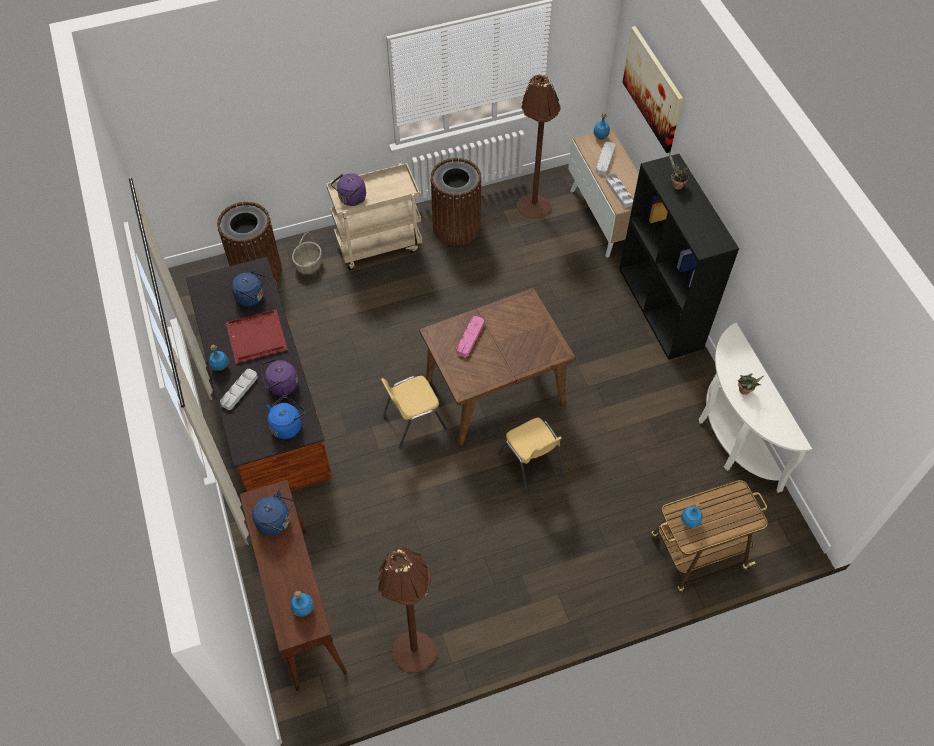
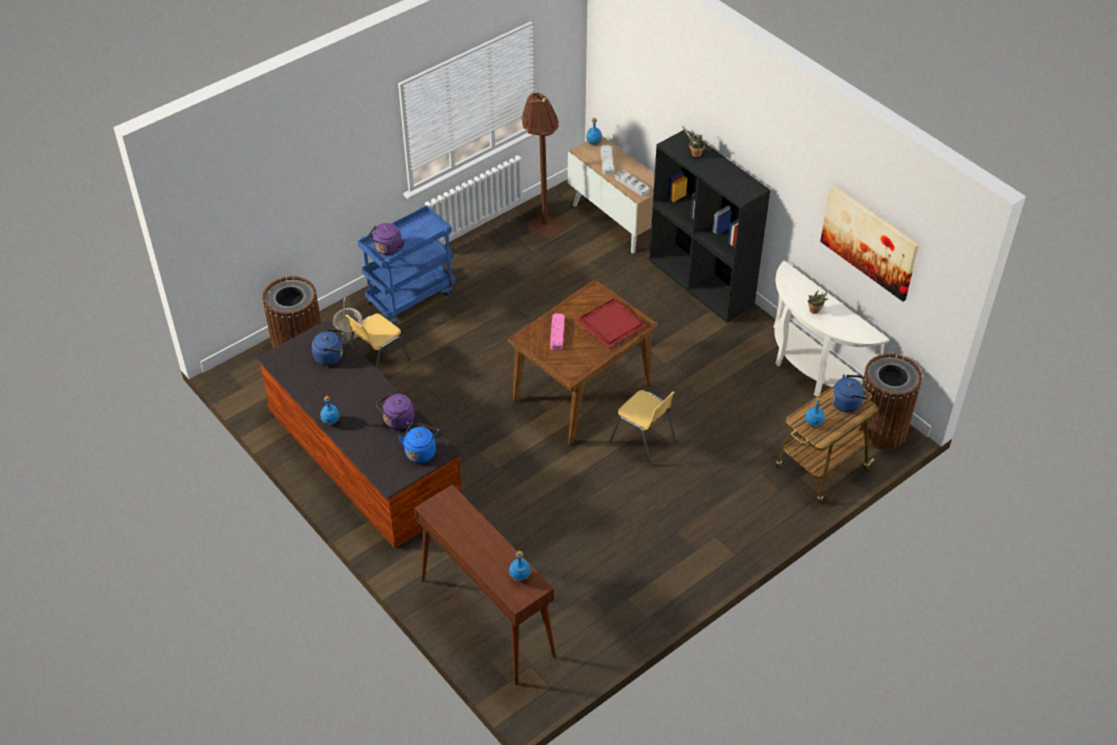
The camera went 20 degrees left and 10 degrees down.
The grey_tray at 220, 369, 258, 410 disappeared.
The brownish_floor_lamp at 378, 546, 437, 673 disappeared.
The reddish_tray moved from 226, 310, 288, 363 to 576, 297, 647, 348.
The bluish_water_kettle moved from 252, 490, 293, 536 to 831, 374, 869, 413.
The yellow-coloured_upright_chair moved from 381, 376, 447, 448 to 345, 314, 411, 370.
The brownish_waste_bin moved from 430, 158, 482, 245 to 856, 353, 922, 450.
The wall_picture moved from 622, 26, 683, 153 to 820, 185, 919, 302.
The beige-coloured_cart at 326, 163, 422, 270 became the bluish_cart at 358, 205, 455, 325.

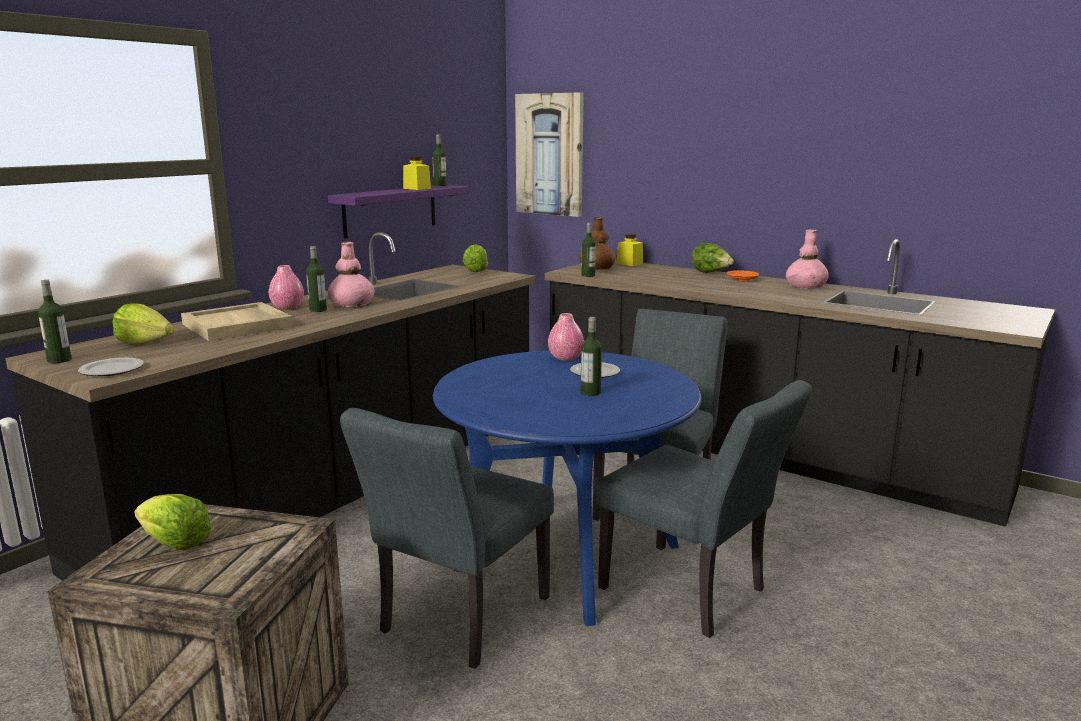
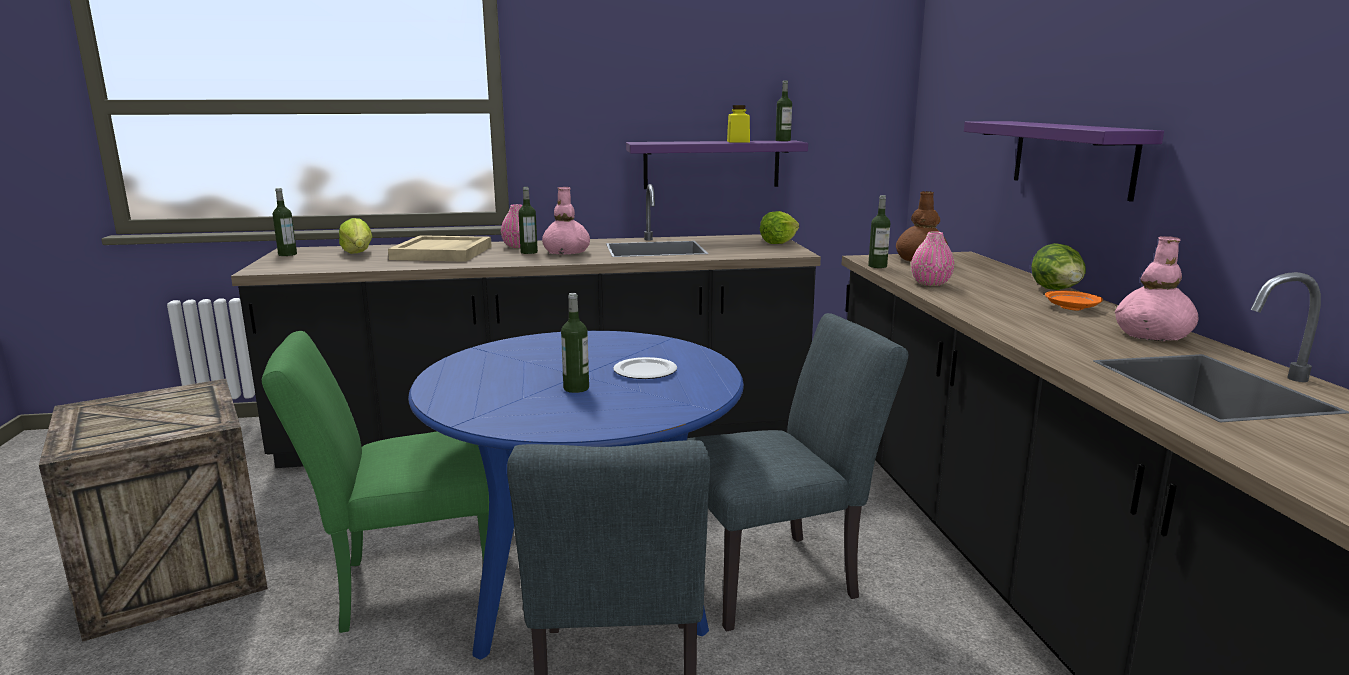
The camera went 45 degrees right and 0 degrees up.
The dinner_plate at 78, 358, 144, 376 disappeared.
The lettuce at 134, 494, 211, 550 disappeared.
The wall_picture at 515, 92, 584, 217 disappeared.
The yellow-coloured_storage_jar at 617, 234, 643, 266 disappeared.
The purple-coloured_shelf at 964, 121, 1164, 202 appeared.
The pink-coloured_flower_vase moved from 548, 313, 584, 361 to 911, 231, 954, 286.
The grey_upright_chair at 340, 408, 554, 669 became the greenish_upright_chair at 262, 331, 499, 633.

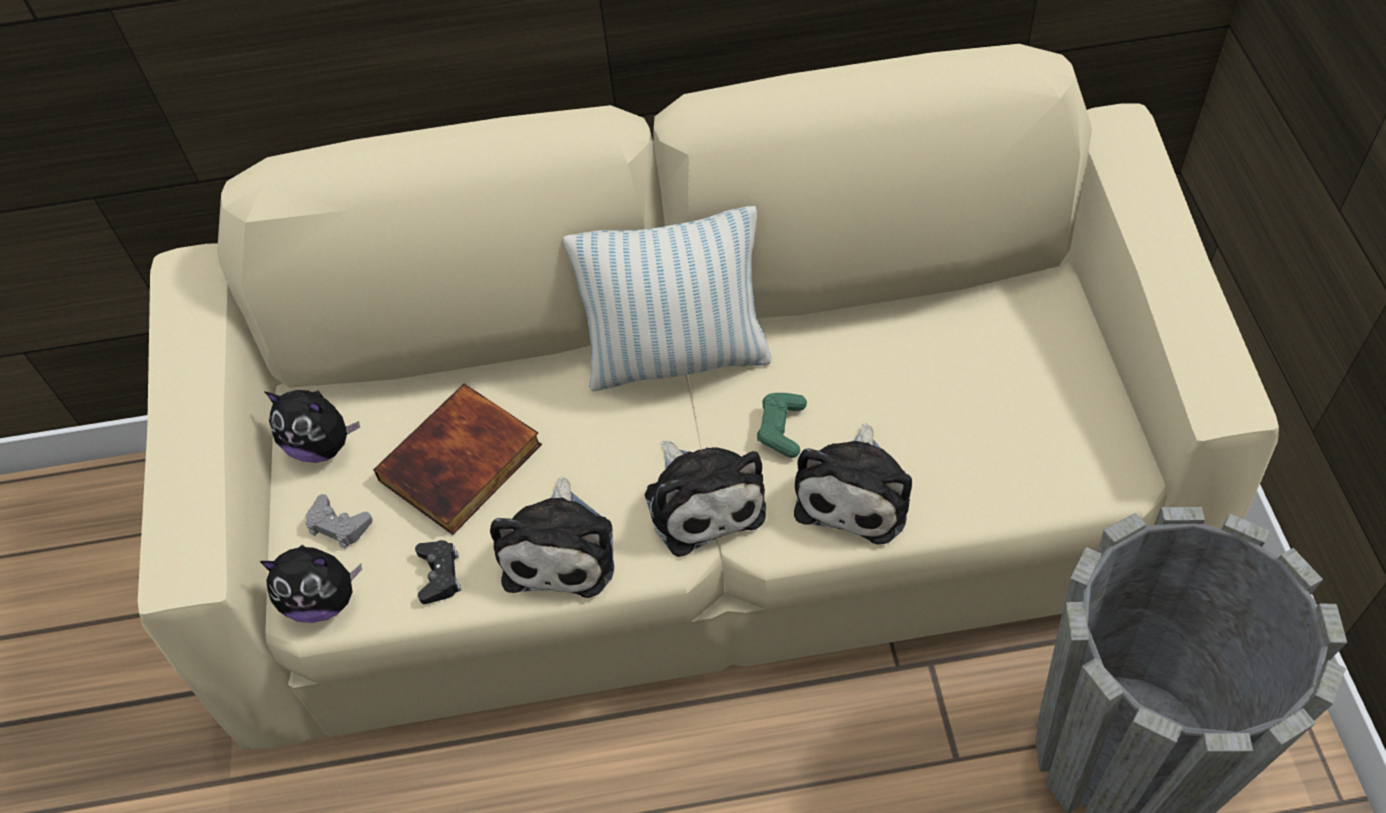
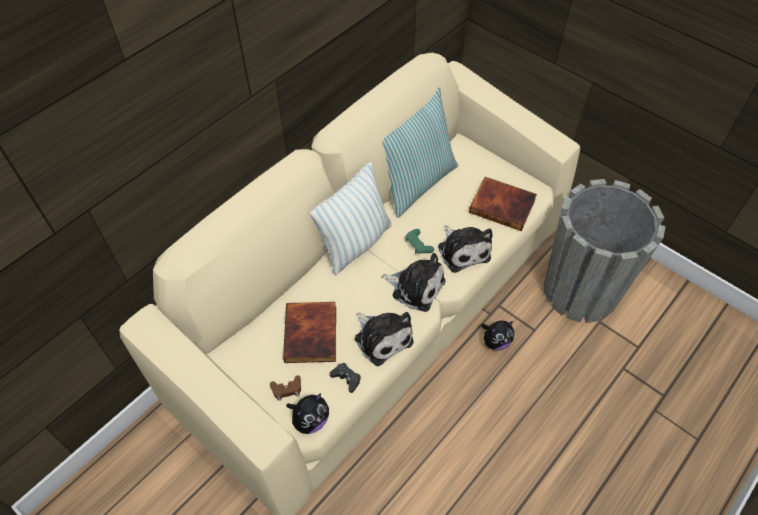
The camera went 45 degrees left and 0 degrees up.
The pillow at 382, 87, 458, 218 appeared.
The bound_book at 469, 177, 537, 231 appeared.
The plush_toy moved from 265, 390, 360, 463 to 481, 321, 514, 350.
The grey_joypad at 306, 494, 373, 549 became the brownish_joypad at 270, 375, 301, 401.

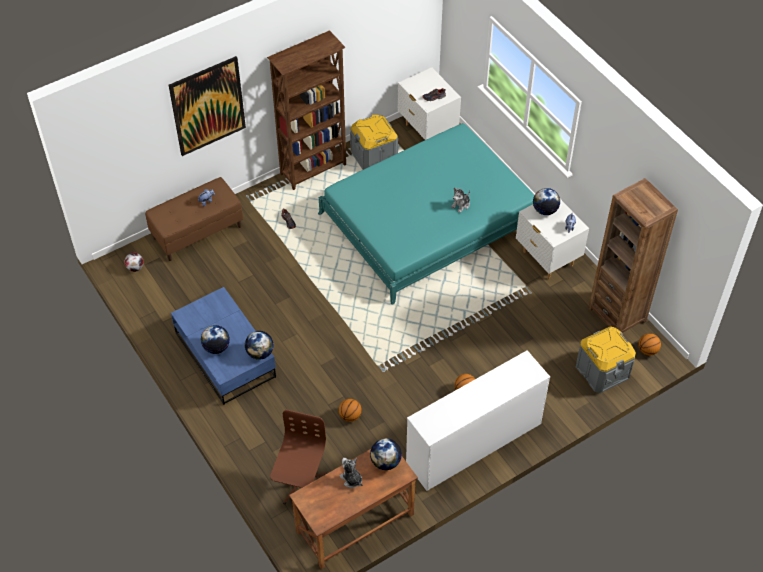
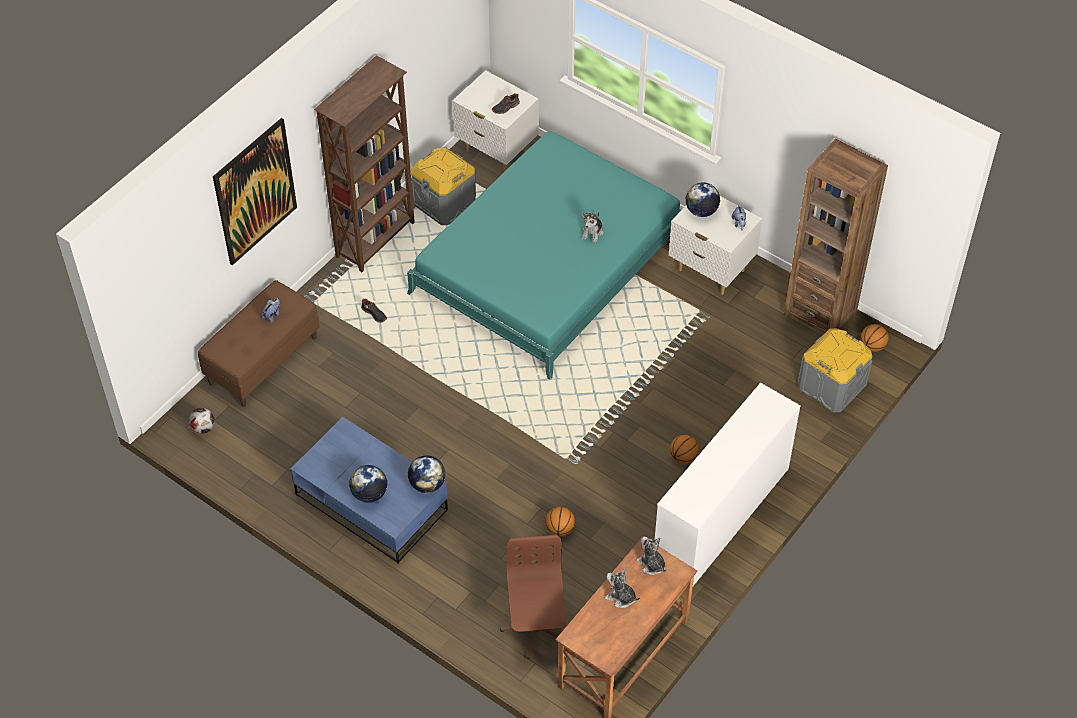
The camera went 20 degrees left and 0 degrees up.
The globe at 370, 438, 402, 470 was replaced by the plush_toy at 637, 537, 667, 575.

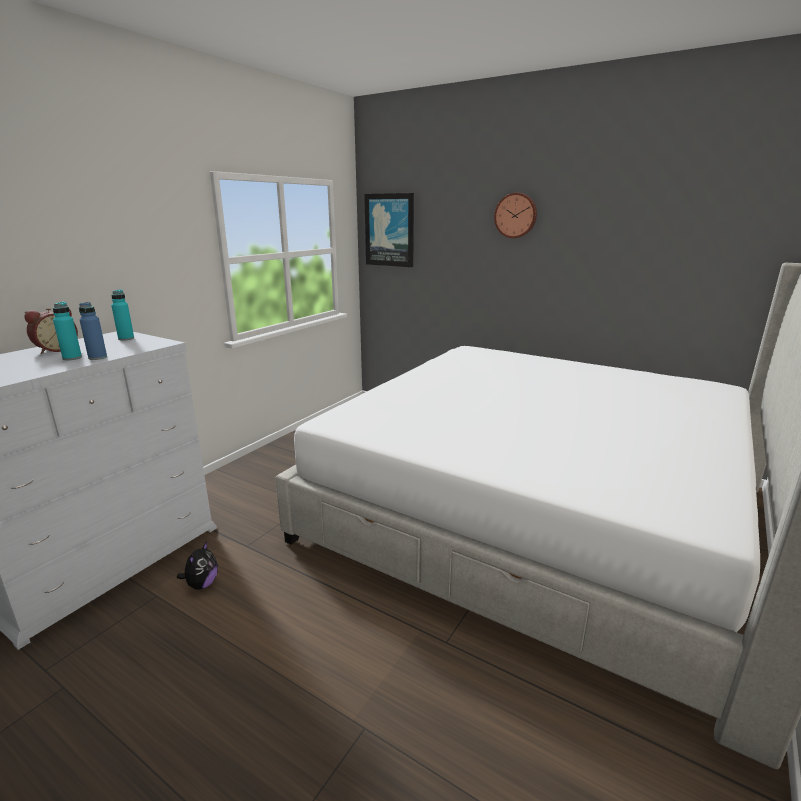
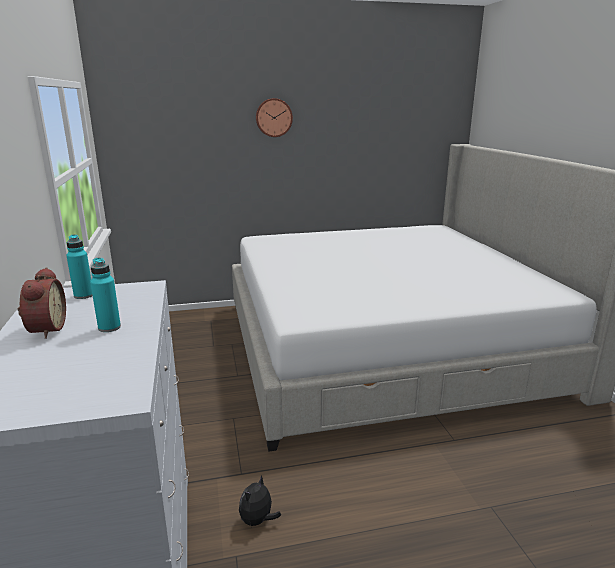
The camera went 45 degrees left and 0 degrees up.
The bluish_drink_bottle at 79, 302, 107, 360 disappeared.
The wall_picture at 364, 193, 414, 267 disappeared.
The plush_toy at 177, 541, 218, 589 turned 120 degrees counterclockwise.

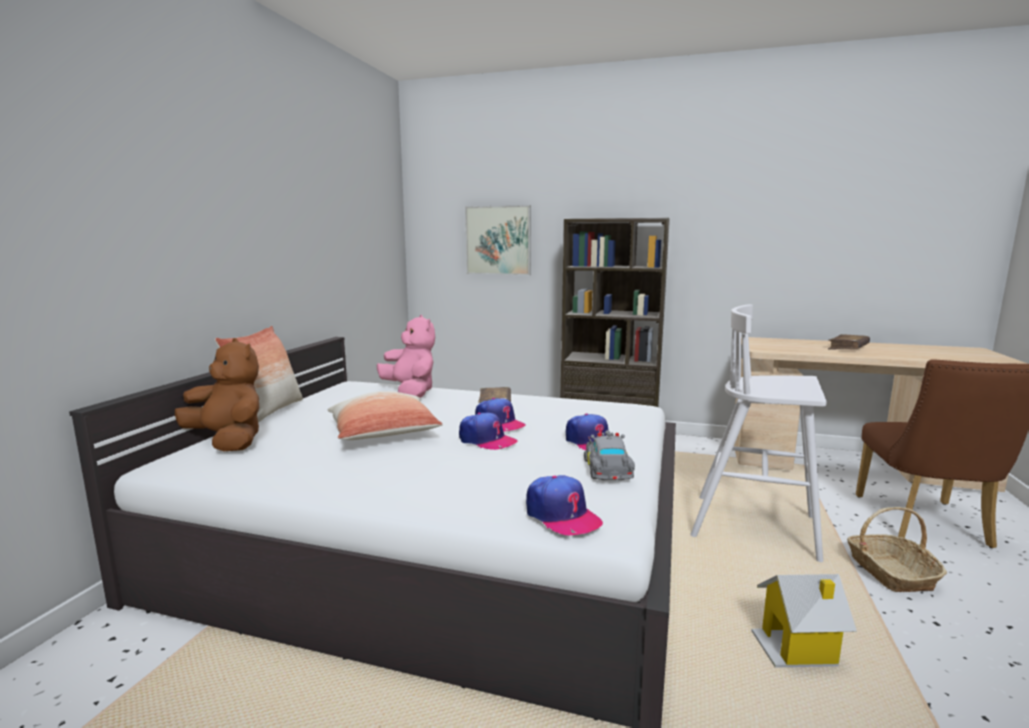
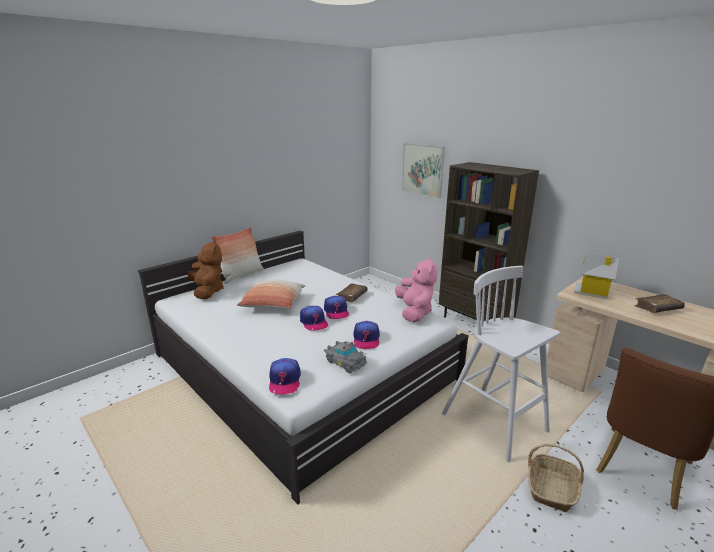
The camera went 30 degrees right and 10 degrees up.
The pink-coloured_plush_toy moved from 377, 315, 435, 398 to 395, 257, 437, 322.
The miniature_house moved from 752, 574, 857, 668 to 574, 252, 619, 299.
The grey_toy_car at 584, 430, 635, 480 turned 105 degrees clockwise.

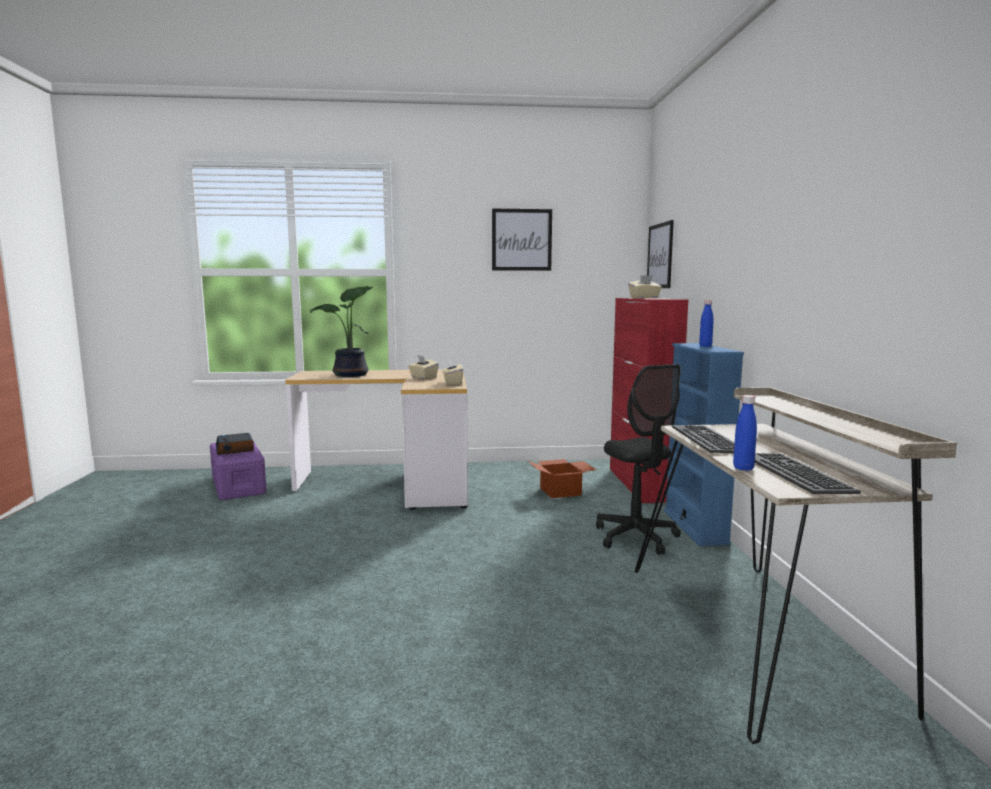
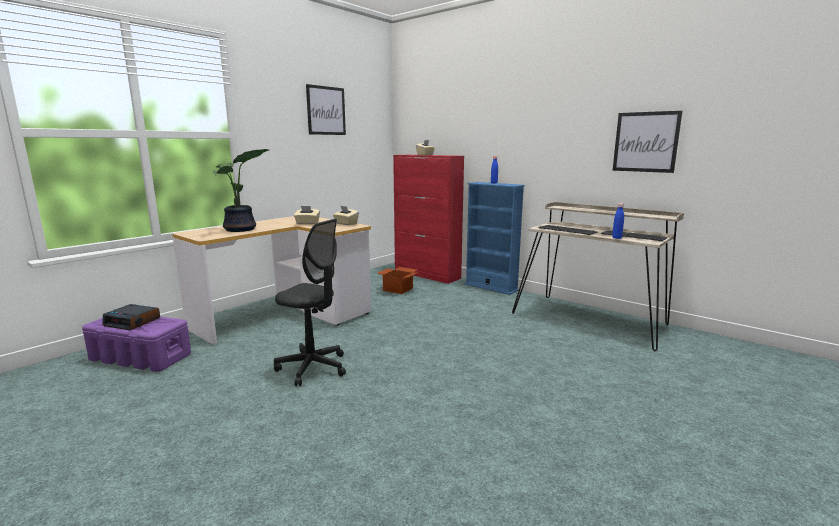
The camera went 45 degrees left and 5 degrees up.
The black_computer_chair moved from 596, 364, 681, 555 to 274, 219, 346, 386.
The wall_picture moved from 647, 220, 674, 288 to 612, 111, 683, 173.

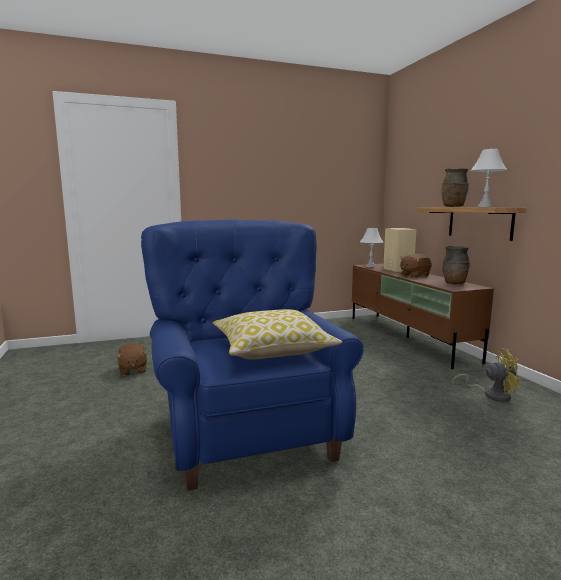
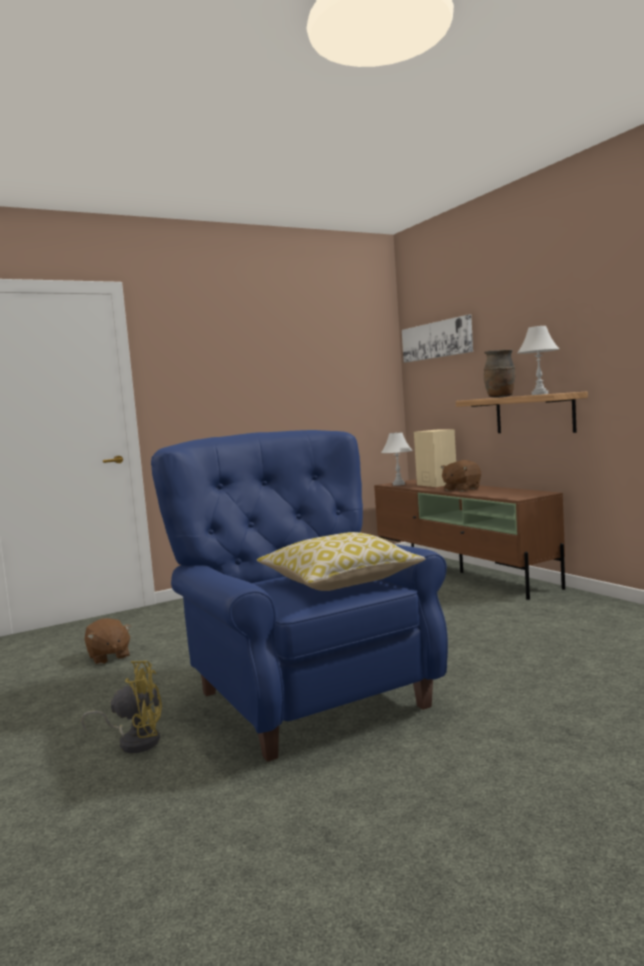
The camera went 10 degrees left and 5 degrees down.
The brownish_flower_vase at 443, 246, 470, 284 disappeared.
The wall_picture at 402, 315, 473, 363 appeared.
The yellow-coloured_fan moved from 452, 348, 522, 402 to 81, 660, 162, 753.

